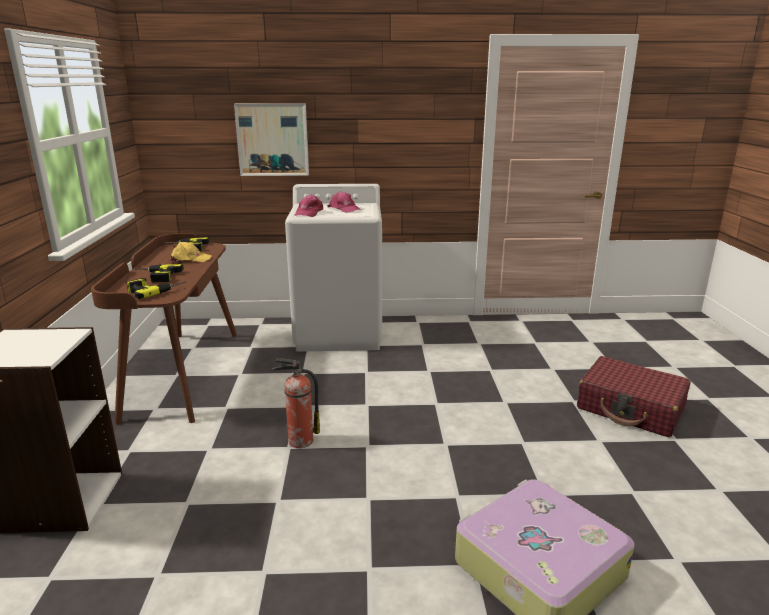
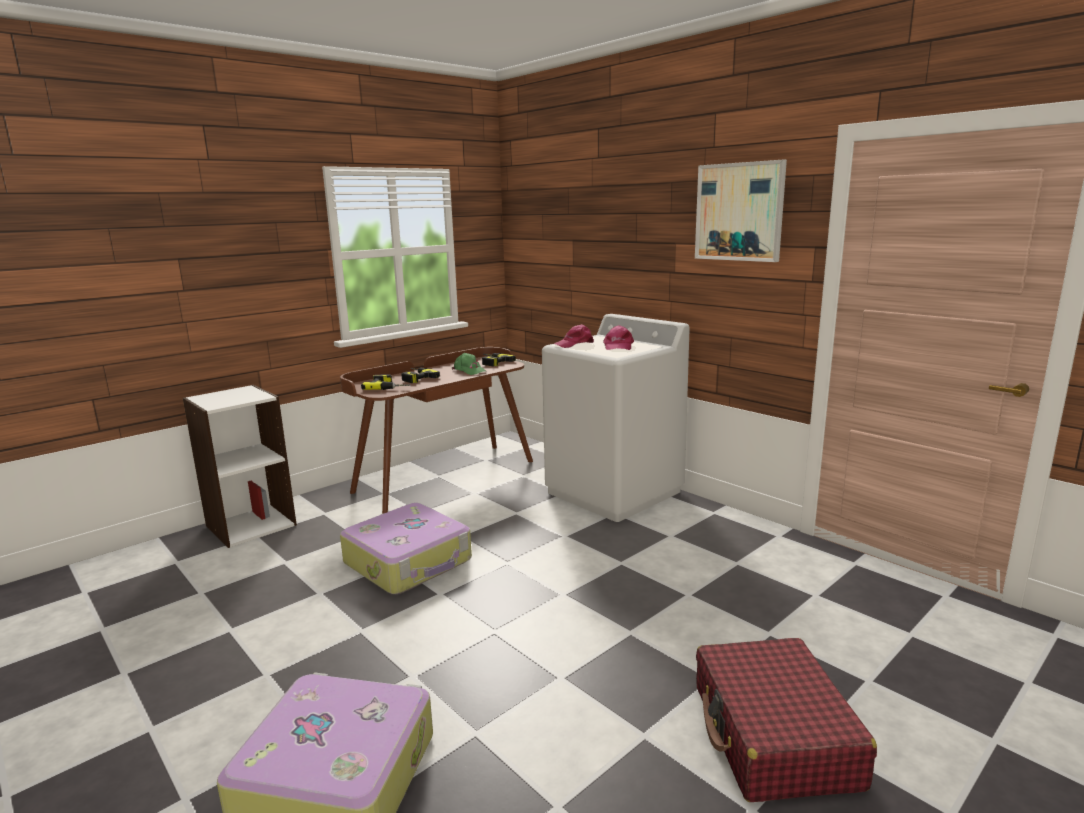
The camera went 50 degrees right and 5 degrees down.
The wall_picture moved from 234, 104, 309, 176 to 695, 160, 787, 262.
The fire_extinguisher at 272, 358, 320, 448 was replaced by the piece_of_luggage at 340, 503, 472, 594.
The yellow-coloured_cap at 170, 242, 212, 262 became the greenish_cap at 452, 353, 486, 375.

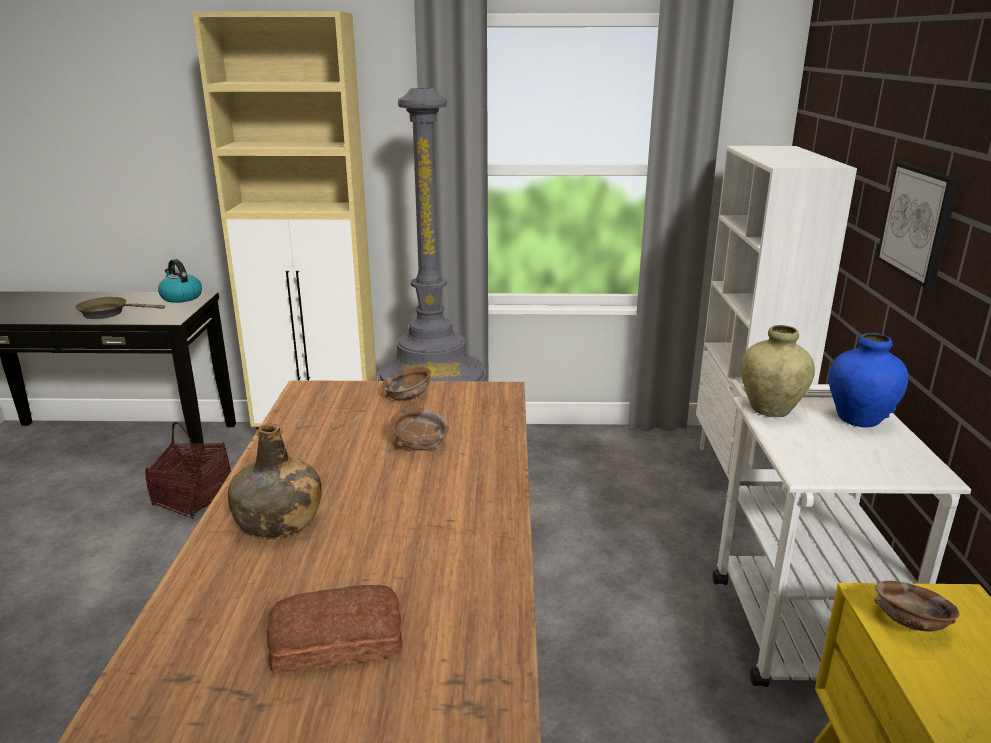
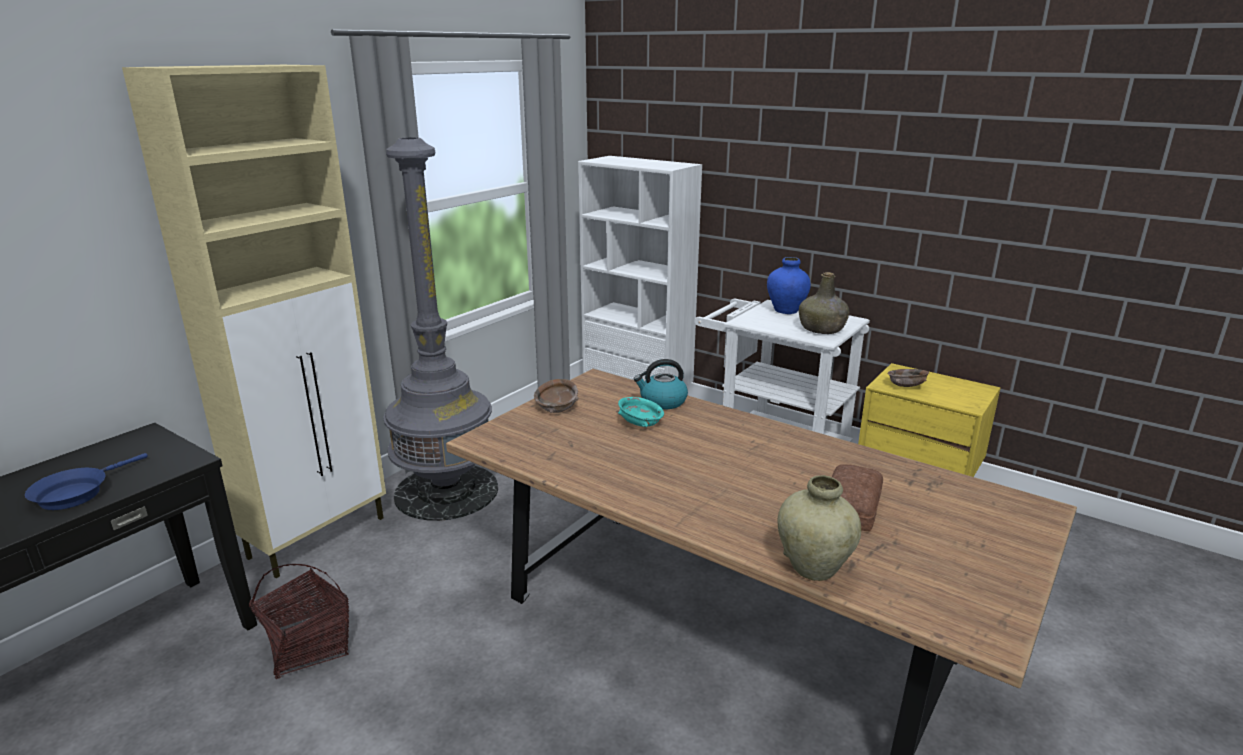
The camera went 55 degrees left and 0 degrees up.
The wall_picture at 876, 162, 960, 288 disappeared.
The water_kettle moved from 158, 259, 202, 303 to 634, 359, 688, 410.
The greenish_drink_bottle moved from 228, 424, 322, 538 to 799, 272, 850, 334.
The beige-coloured_flower_vase moved from 741, 325, 815, 417 to 777, 475, 861, 581.
The brownish_pan at 75, 297, 165, 319 became the bluish_pan at 25, 453, 148, 510.
The brownish_deep_dish at 391, 407, 449, 450 became the blue-green_deep_dish at 618, 397, 664, 427.

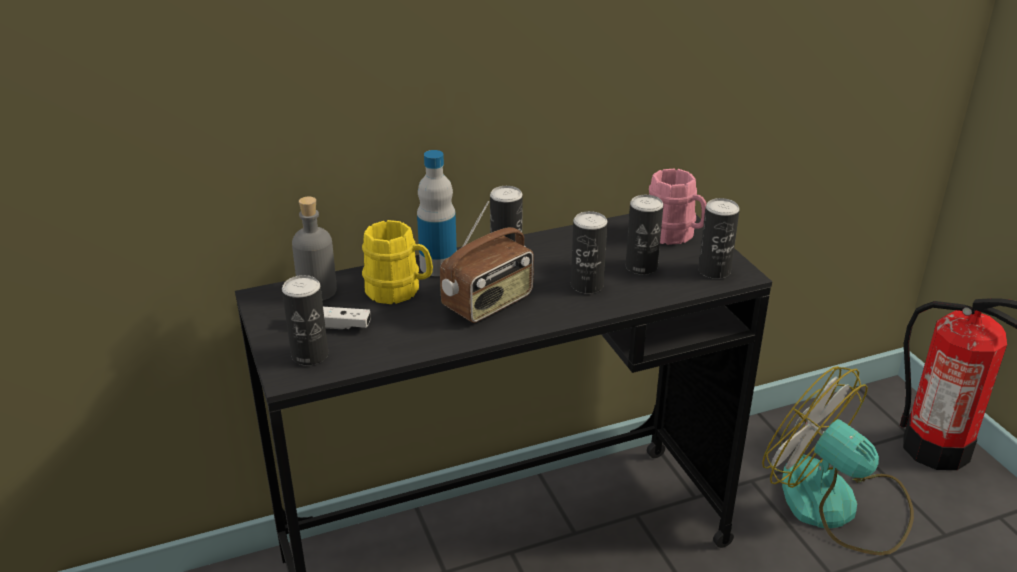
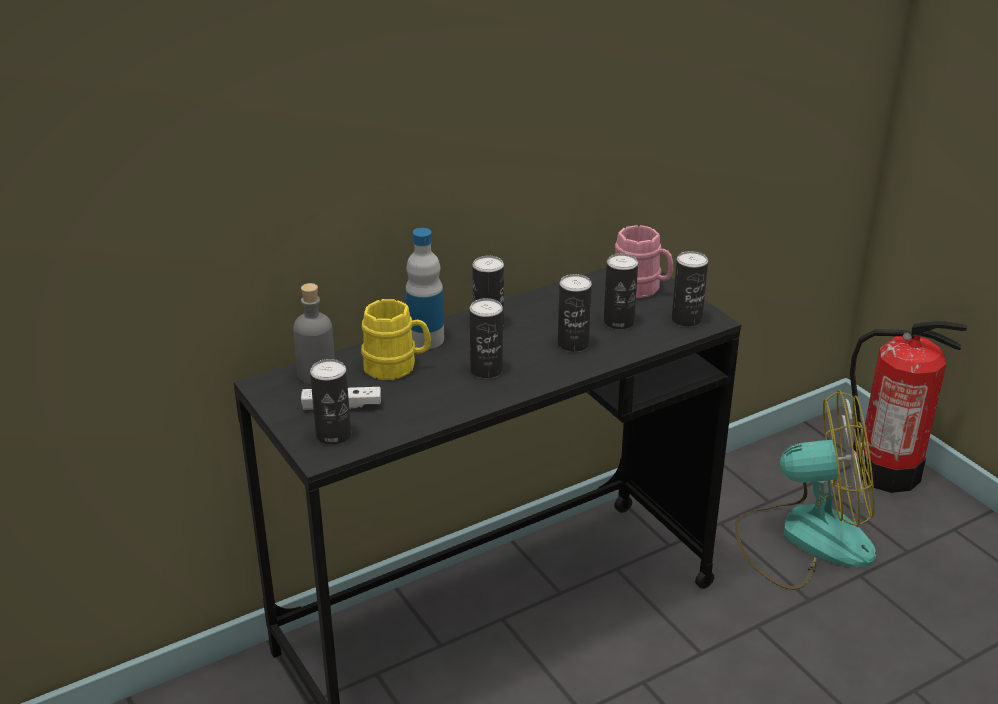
The camera went 10 degrees left and 0 degrees up.
The radio at 440, 201, 534, 323 was replaced by the metal_can at 469, 298, 503, 379.
The fan at 762, 366, 914, 555 turned 150 degrees clockwise.

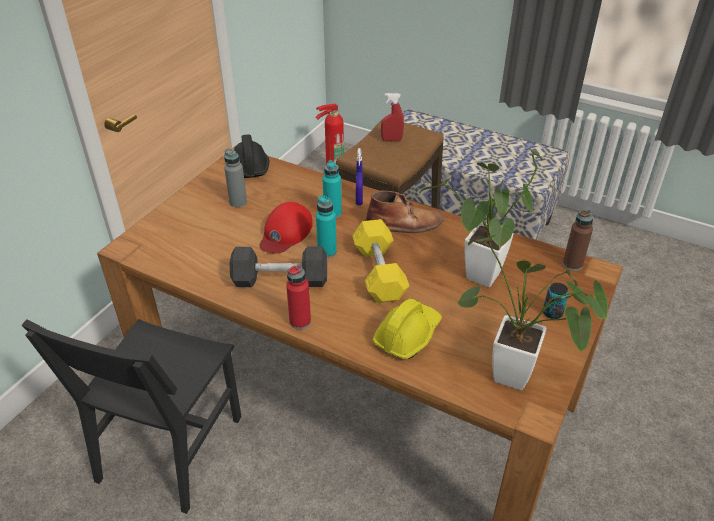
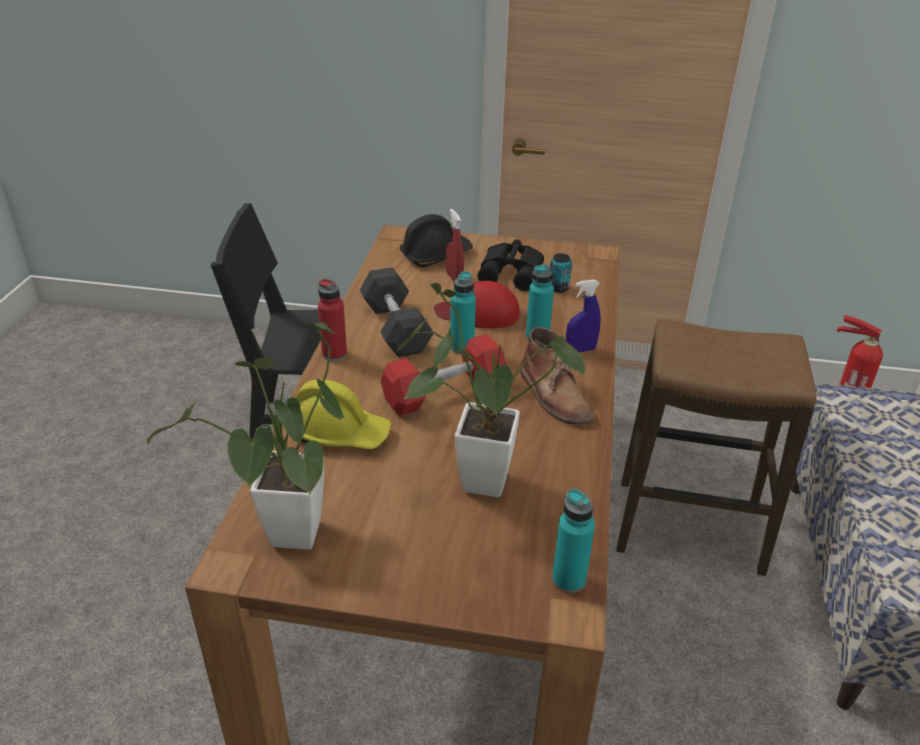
The camera went 70 degrees right and 5 degrees down.
The black_hard_hat moved from 234, 134, 269, 178 to 400, 214, 473, 267.
The reddish_hand_sprayer moved from 381, 93, 404, 141 to 446, 209, 464, 281.
The metal_can moved from 543, 283, 568, 319 to 550, 253, 572, 293.
The grey_drink_bottle at 224, 149, 247, 207 was replaced by the black_field_glasses at 477, 239, 544, 291.
The yellow-coloured_dumbbell at 352, 219, 409, 303 became the reddish_dumbbell at 381, 334, 506, 416.
The brownish_drink_bottle at 563, 209, 593, 271 became the blue-green_drink_bottle at 552, 488, 595, 593.

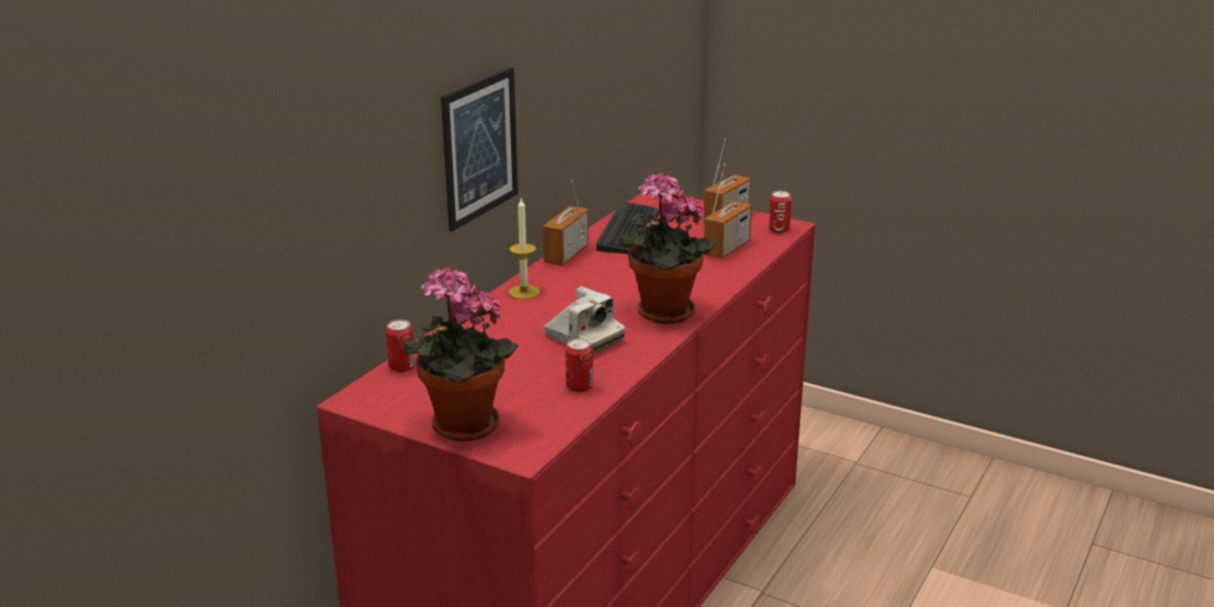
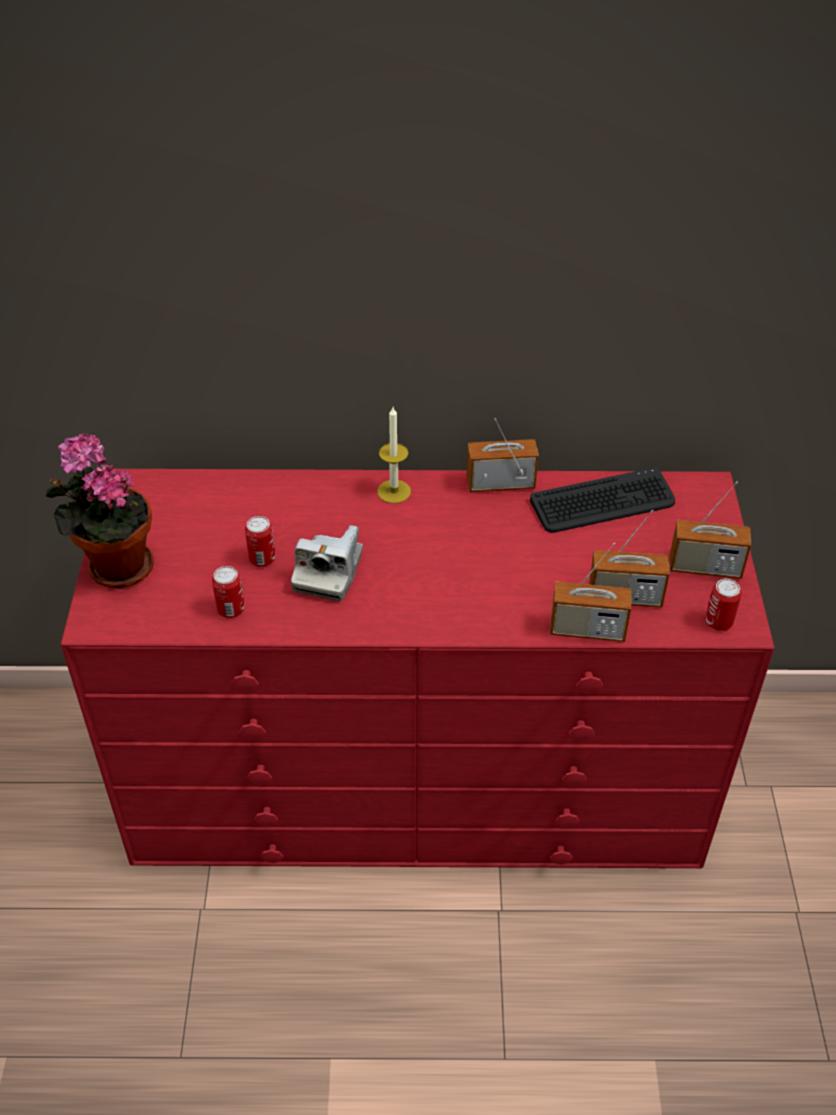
The camera went 60 degrees right and 20 degrees up.
The wall_picture at 441, 67, 518, 232 disappeared.
The plant_in_a_pot at 620, 173, 716, 324 disappeared.
The radio at 550, 543, 632, 642 appeared.
The metal_can moved from 386, 320, 415, 373 to 245, 516, 276, 567.

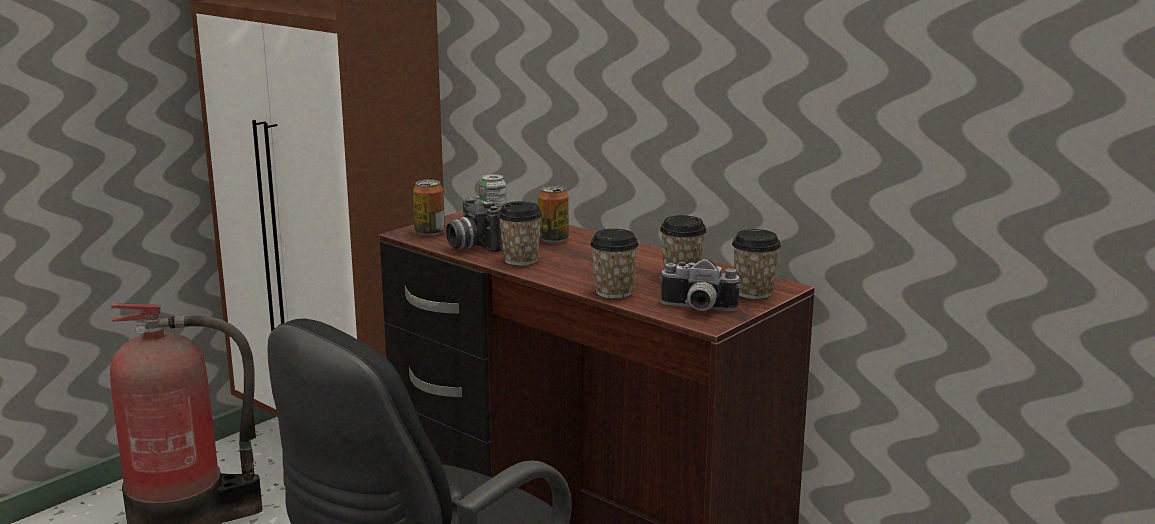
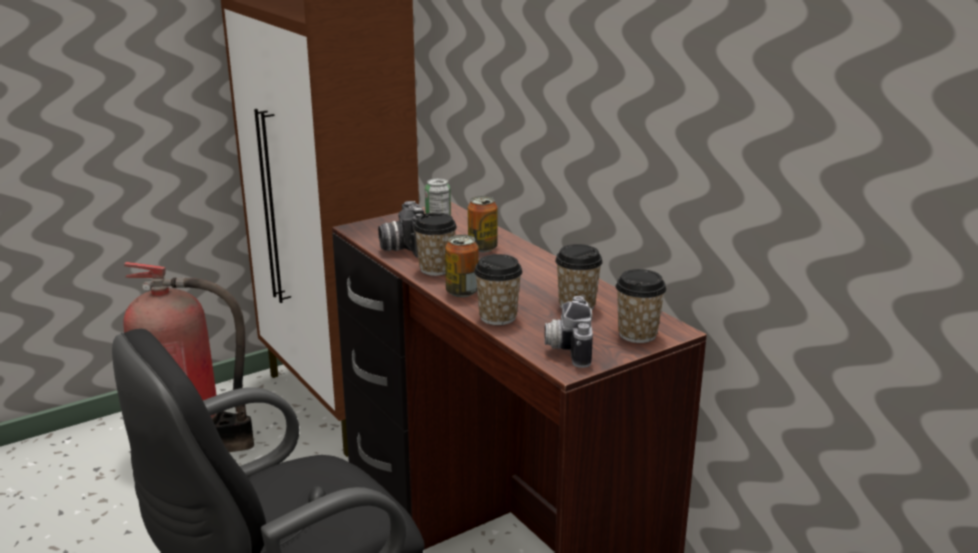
The camera went 15 degrees right and 5 degrees up.
The metal_can moved from 413, 179, 445, 236 to 445, 235, 478, 297.
The still_camera at 659, 259, 740, 311 turned 60 degrees clockwise.

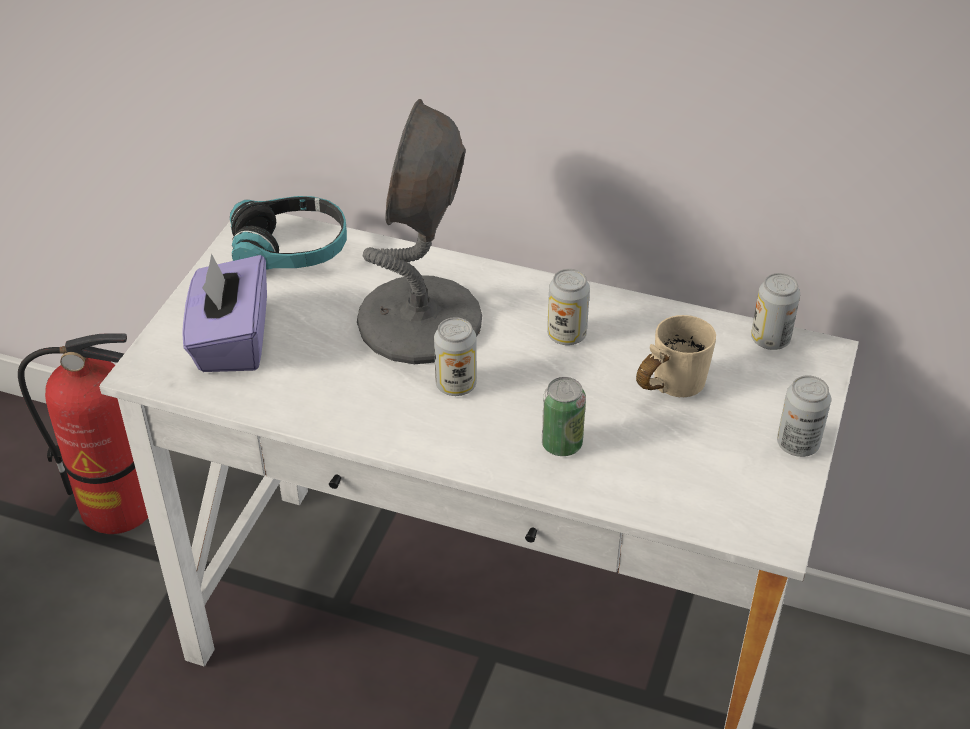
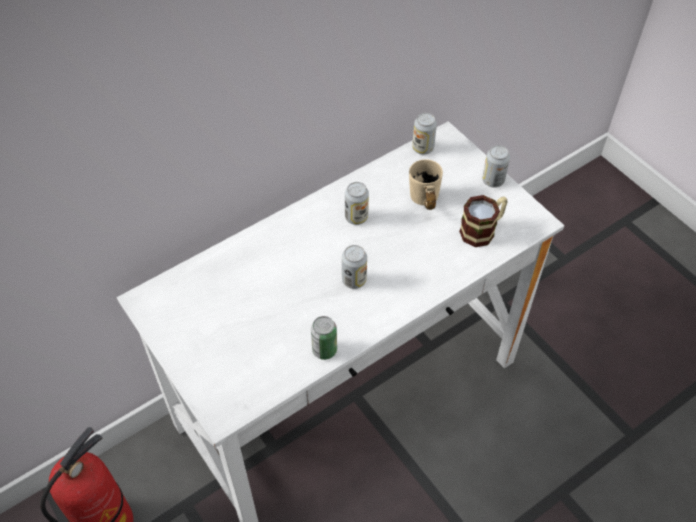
The camera went 55 degrees left and 10 degrees up.
The purple-coloured_tissue_box at 182, 254, 267, 372 disappeared.
The pair_of_headphones at 230, 196, 347, 270 disappeared.
The grey_table_lamp at 357, 99, 482, 364 disappeared.
The coffee_mug at 459, 195, 508, 247 appeared.
The metal_can moved from 542, 377, 586, 456 to 311, 316, 337, 360.

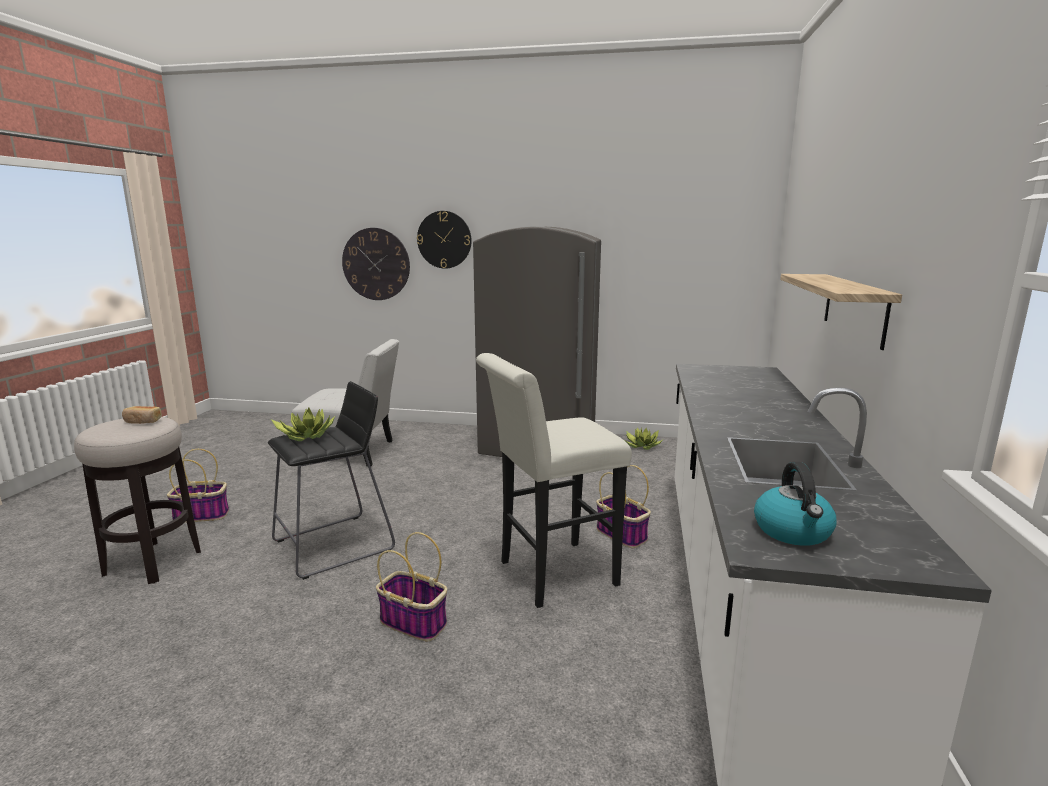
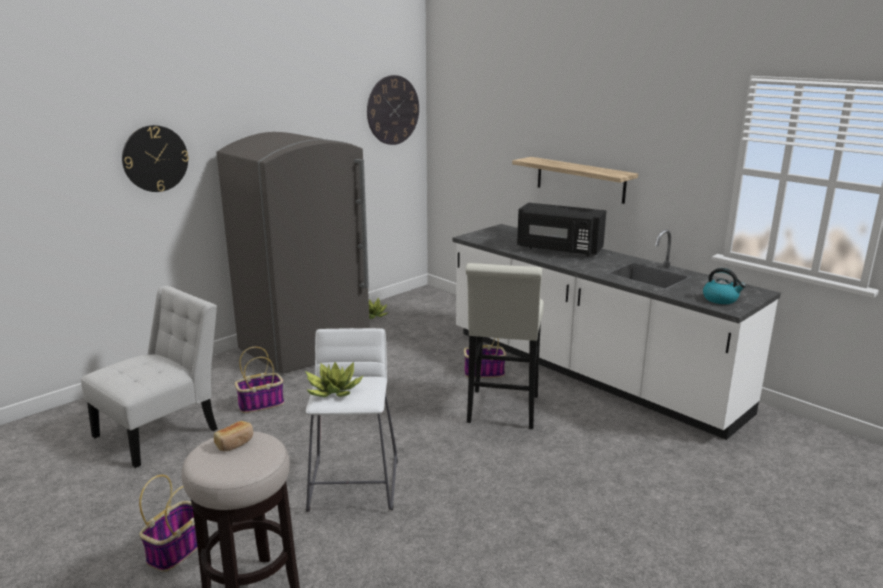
The camera went 55 degrees left and 5 degrees up.
The black_microwave at 517, 203, 606, 256 appeared.
The wall_clock moved from 342, 228, 410, 300 to 367, 75, 419, 145.
The basket moved from 376, 532, 447, 641 to 235, 347, 284, 413.
The black_sitting_stool at 268, 381, 395, 580 became the white_sitting_stool at 306, 328, 398, 512.

